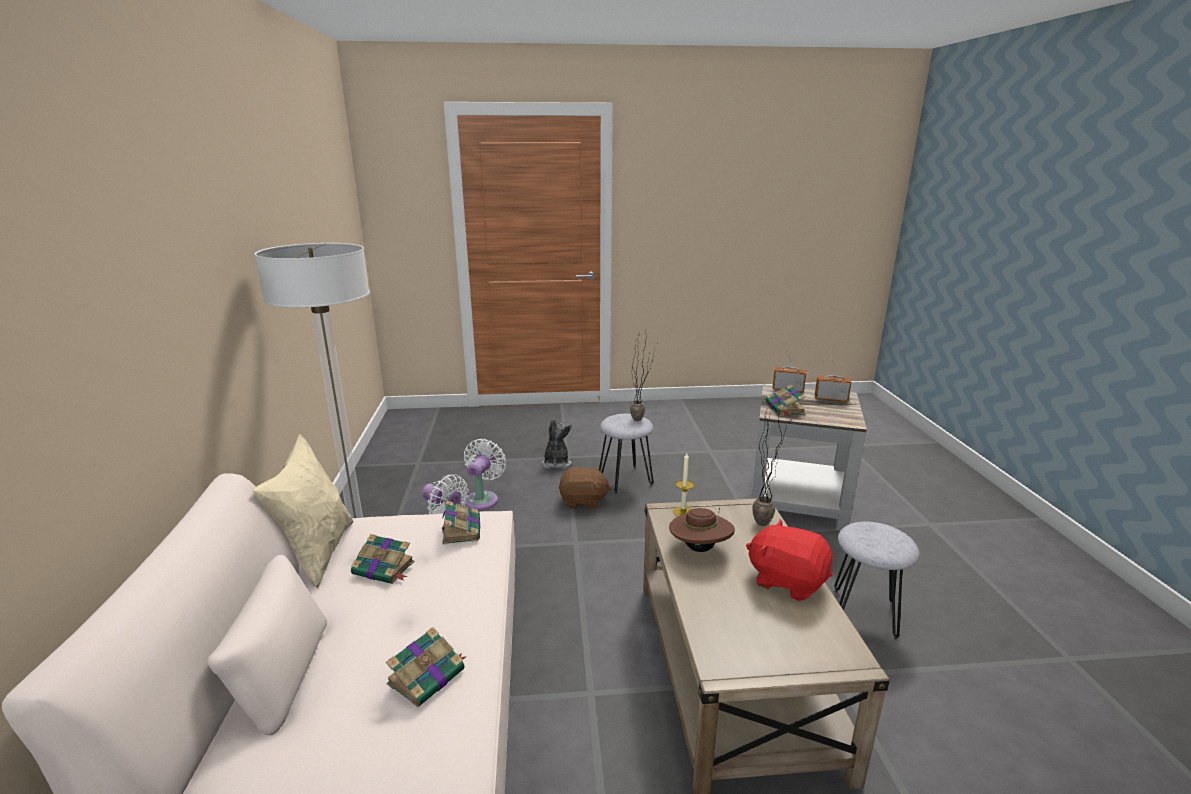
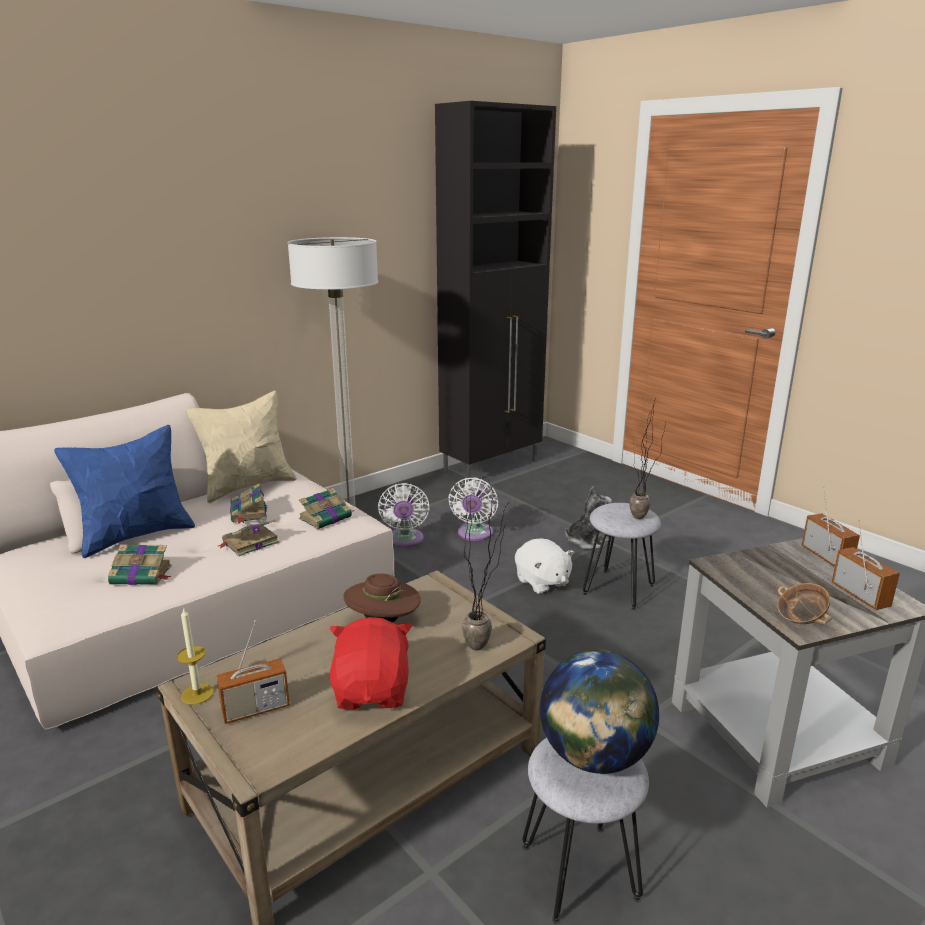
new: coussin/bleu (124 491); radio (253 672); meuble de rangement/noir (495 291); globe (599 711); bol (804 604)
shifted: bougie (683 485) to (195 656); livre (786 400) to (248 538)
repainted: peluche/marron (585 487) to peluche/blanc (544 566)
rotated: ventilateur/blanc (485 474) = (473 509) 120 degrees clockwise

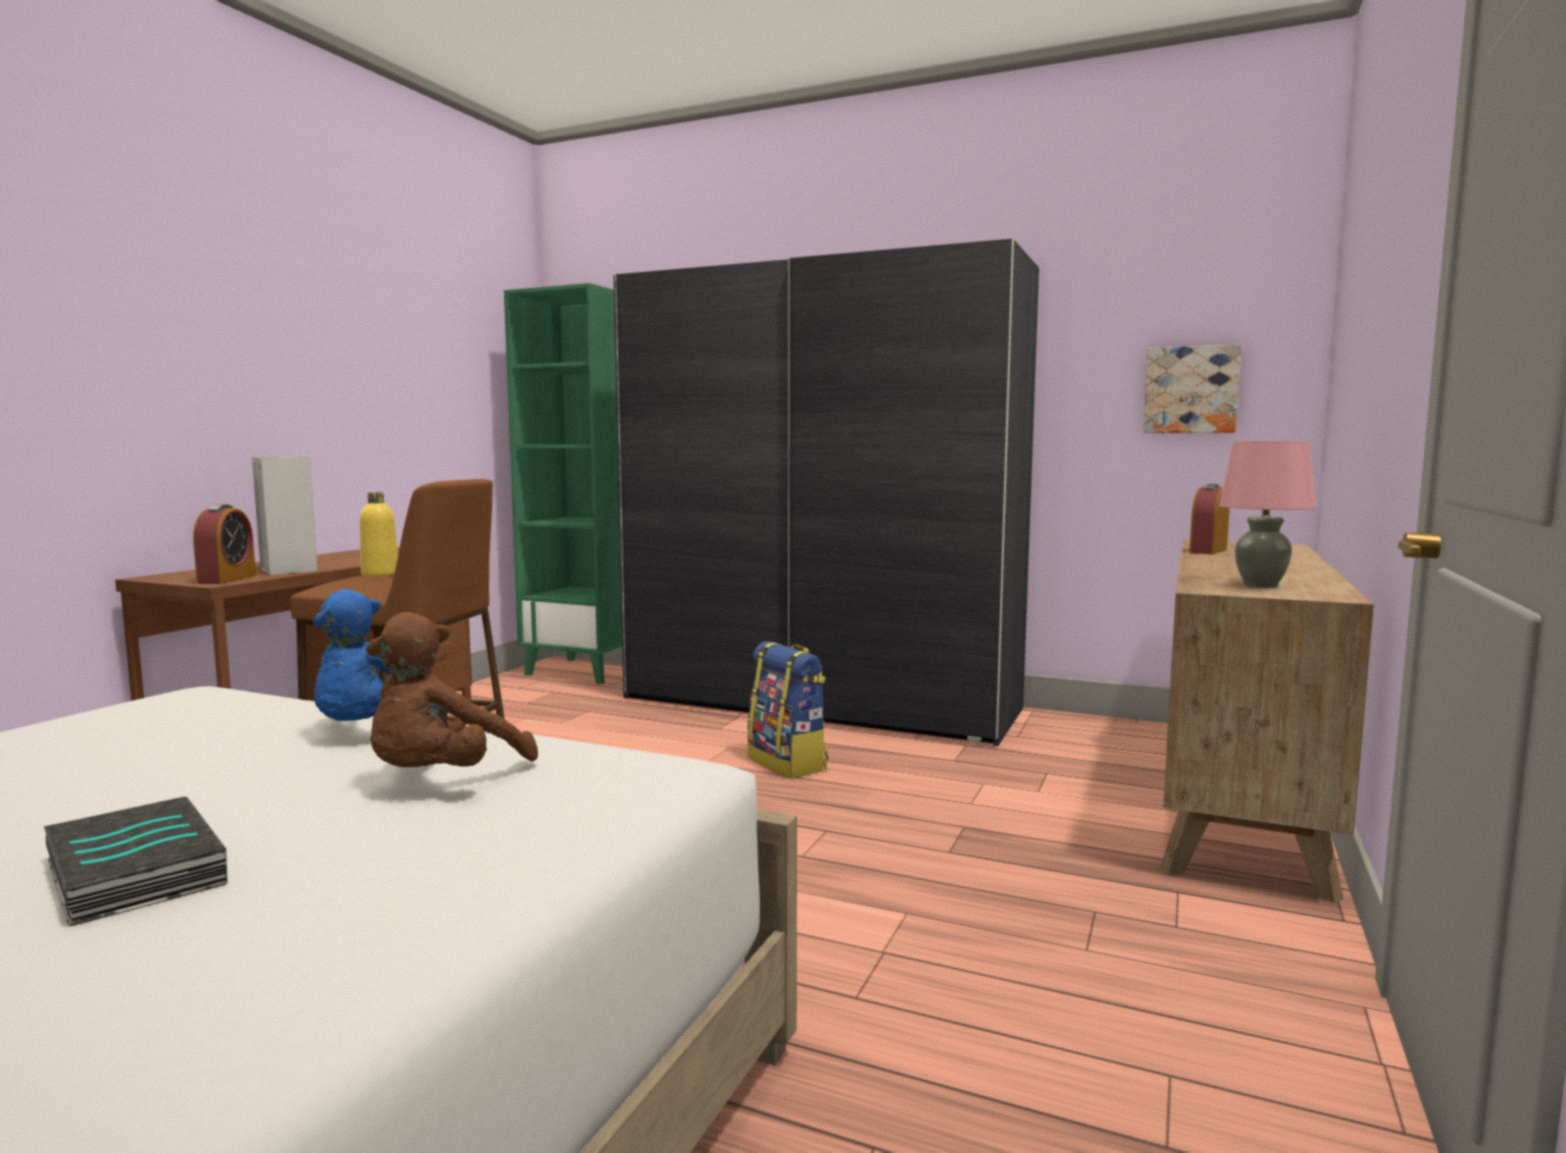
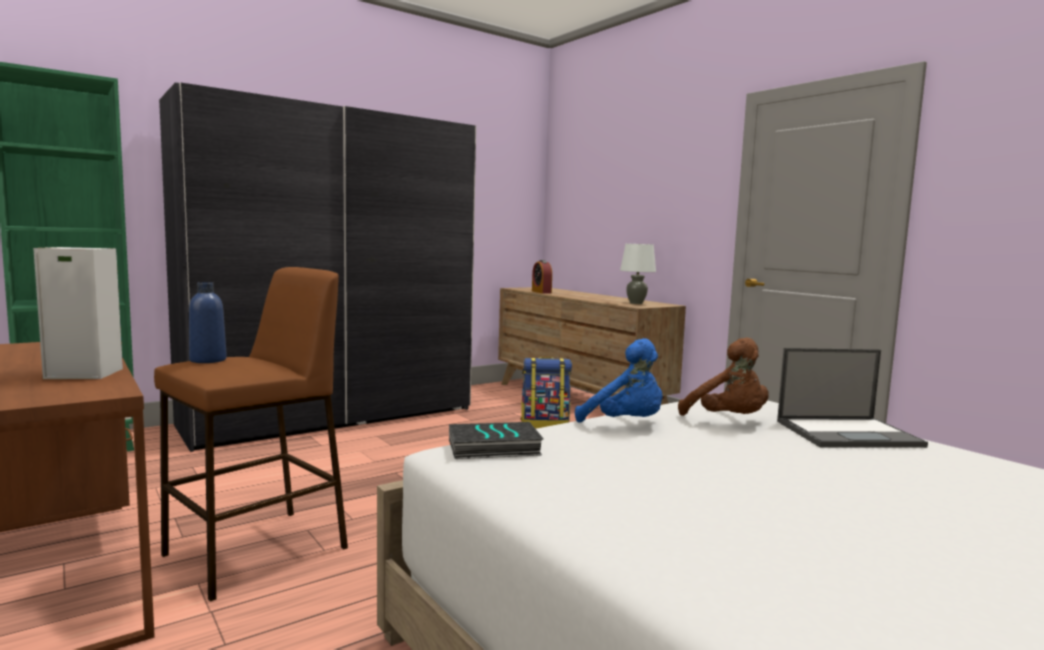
gone: réveil (224 544); tableau (1192 388)
new: ordinateur portable (852 398)
shifted: livre (135 862) to (496 440); sac à dos (787 709) to (546 393)
repainted: bouteille/jaune (379 534) to bouteille/bleu (208 322); lampe de table/rose (1267 514) to lampe de table/blanc (638 274)

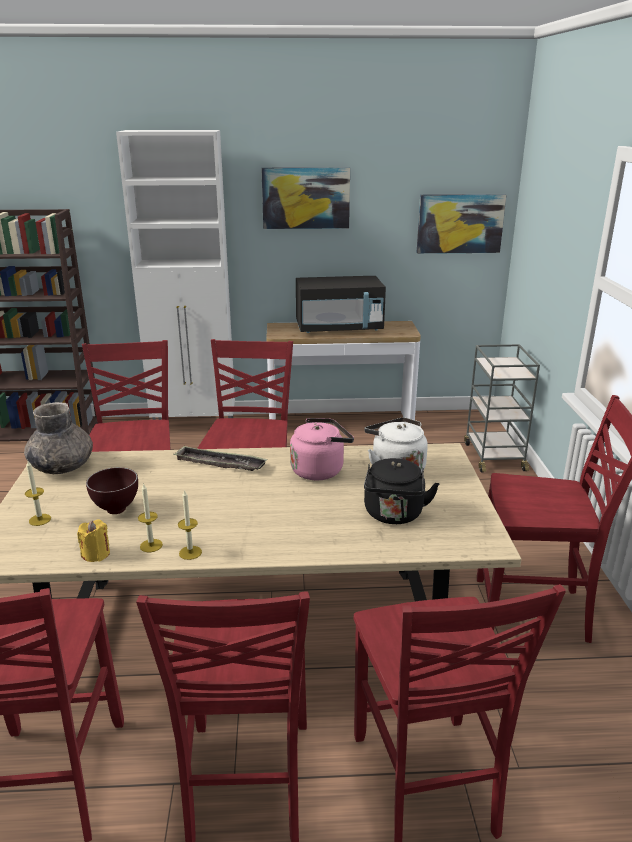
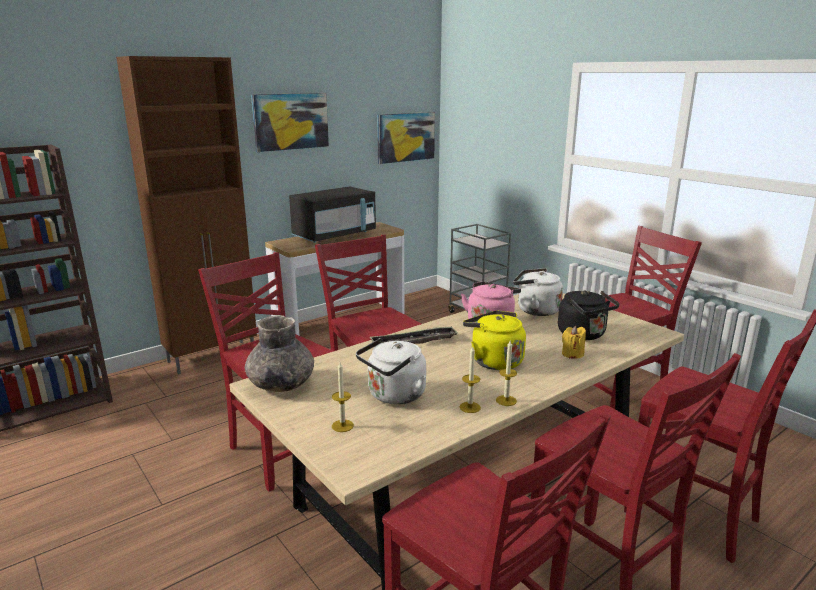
new: bouilloire/jaune (494 340)
shifted: bougie/jaune (93 540) to (574 342)
swapped: bol/marron (112 490) to bouilloire/blanc (391 371)
repainted: meuble de rangement/blanc (175 275) to meuble de rangement/marron (186 215)

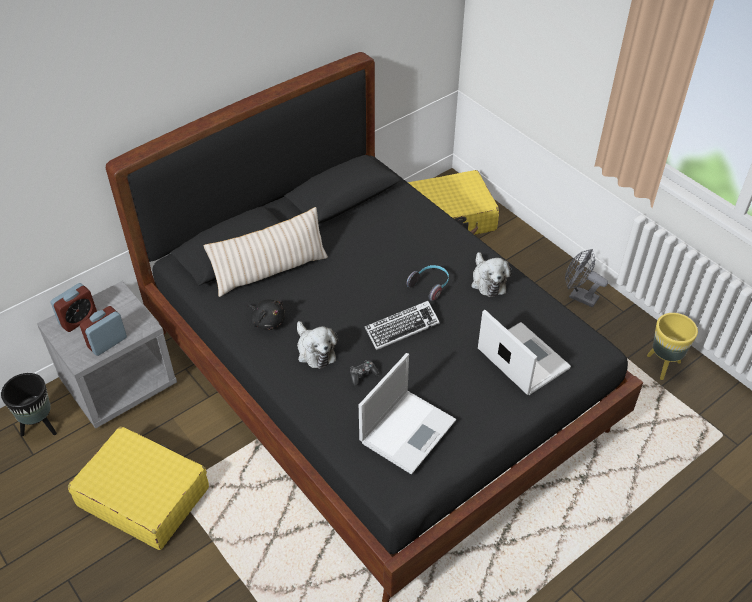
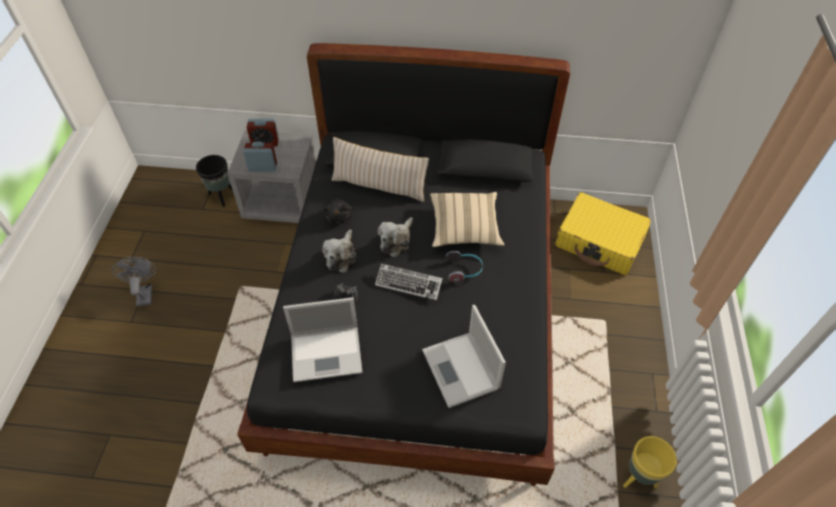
gone: valise/jaune (138 488)
new: coussin/beige (467 219)
shifted: peluche (491 274) to (395 237); ventilateur/gris (586 278) to (134 282)
rotated: ordinateur portable (524 352) = (464 356) 150 degrees clockwise

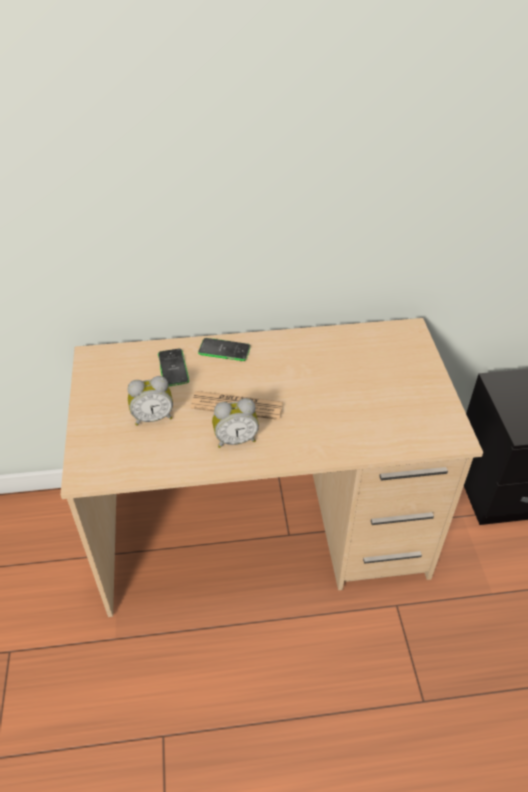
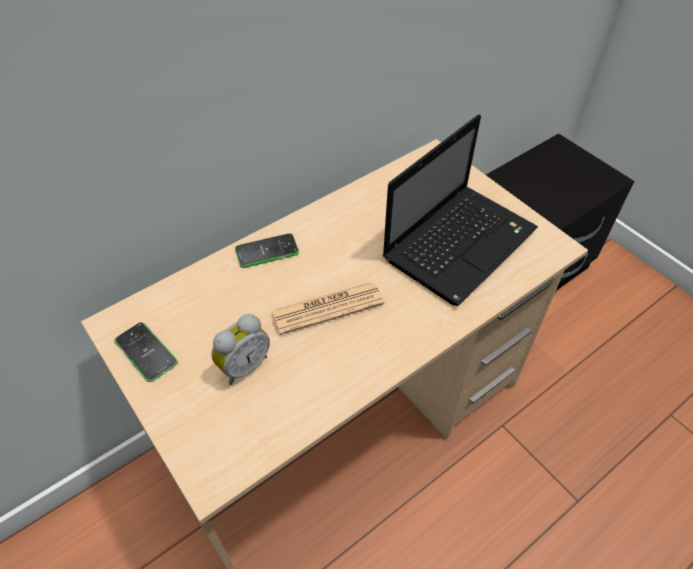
gone: réveil (235 423)
new: ordinateur portable (460 210)
shifted: téléphone (173 368) to (146 352)

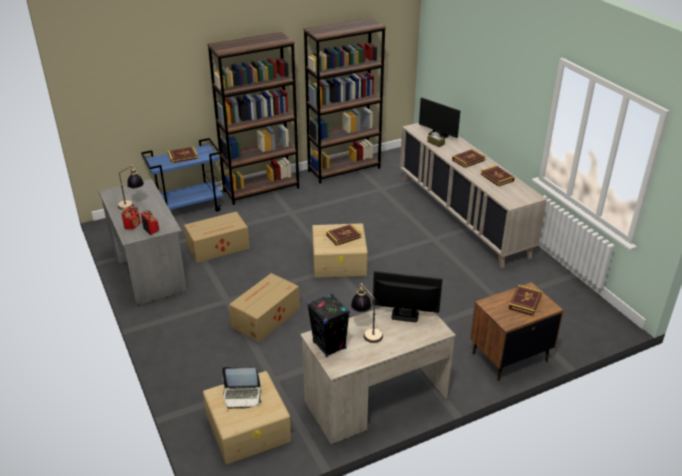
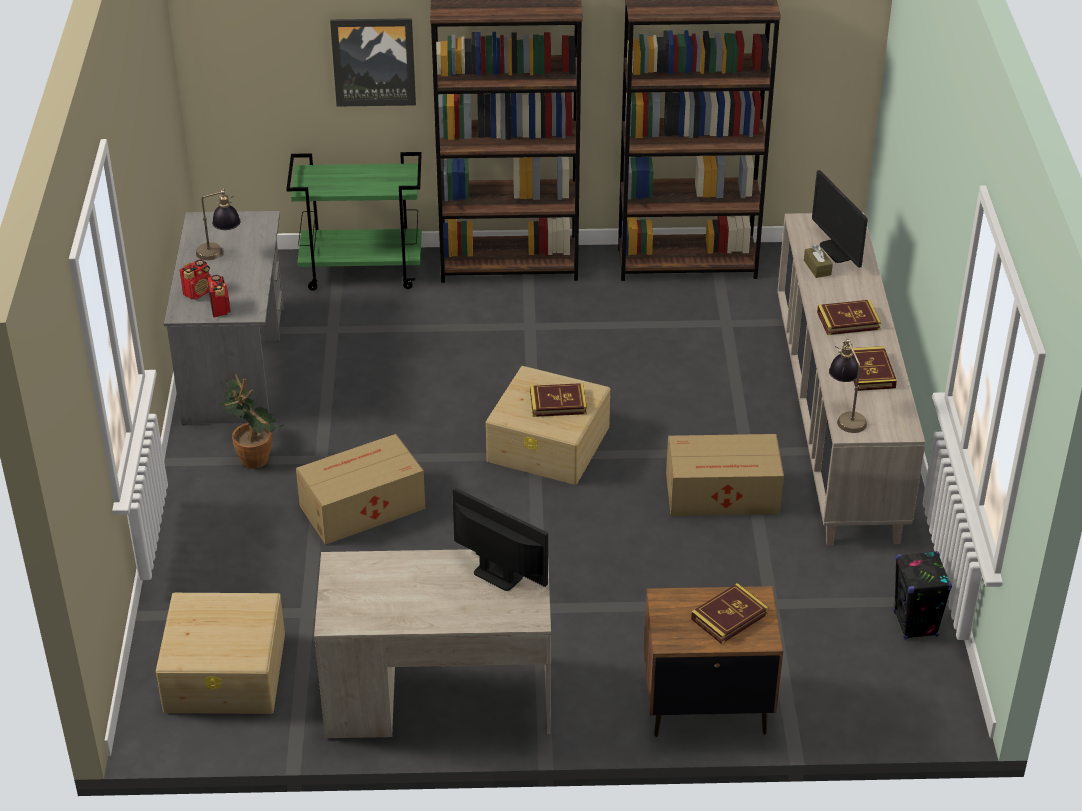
gone: livre (183 155); ordinateur portable (242 388)
new: plante en pot (252 421); tableau (373 62)
shifted: carton (217 237) to (725 475); enceinte/noir (328 325) to (923 595); lampe de table (367 313) to (848 386)
repainted: chariot/bleu (182 175) to chariot/vert (354 221)

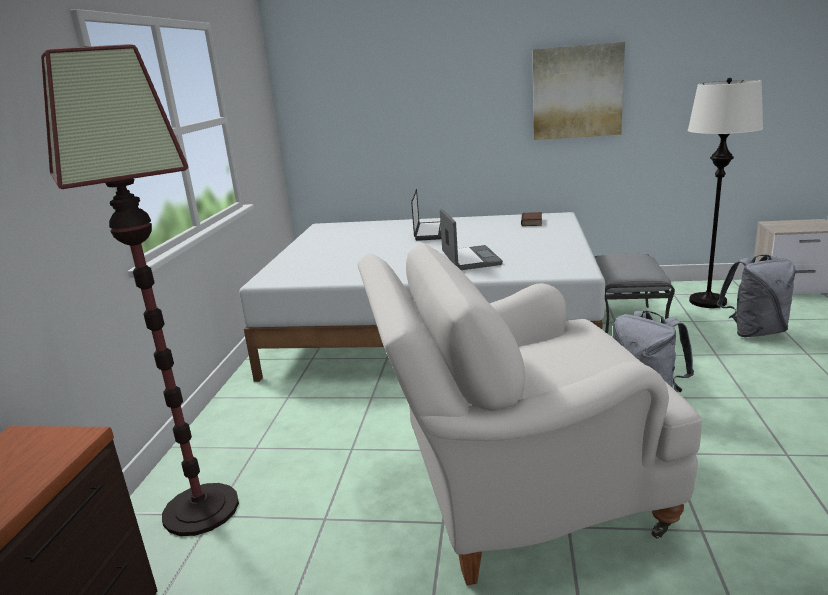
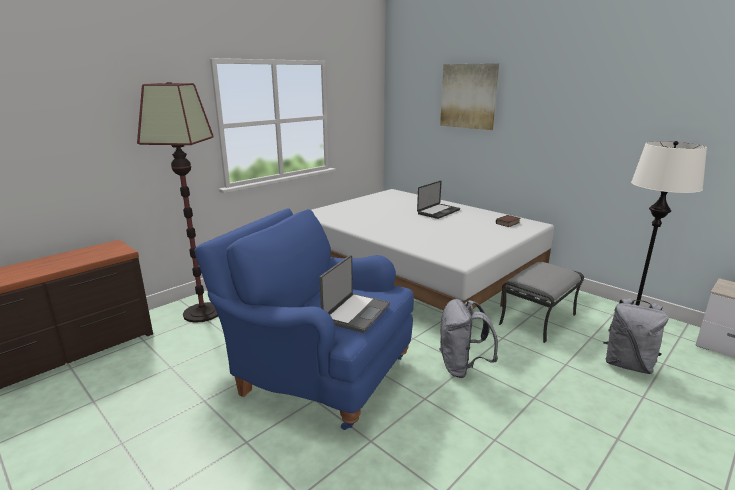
shifted: ordinateur portable (471 239) to (354 294); tableau (579 91) to (469 96)
repainted: fauteuil/blanc (529 414) to fauteuil/bleu (304 319)

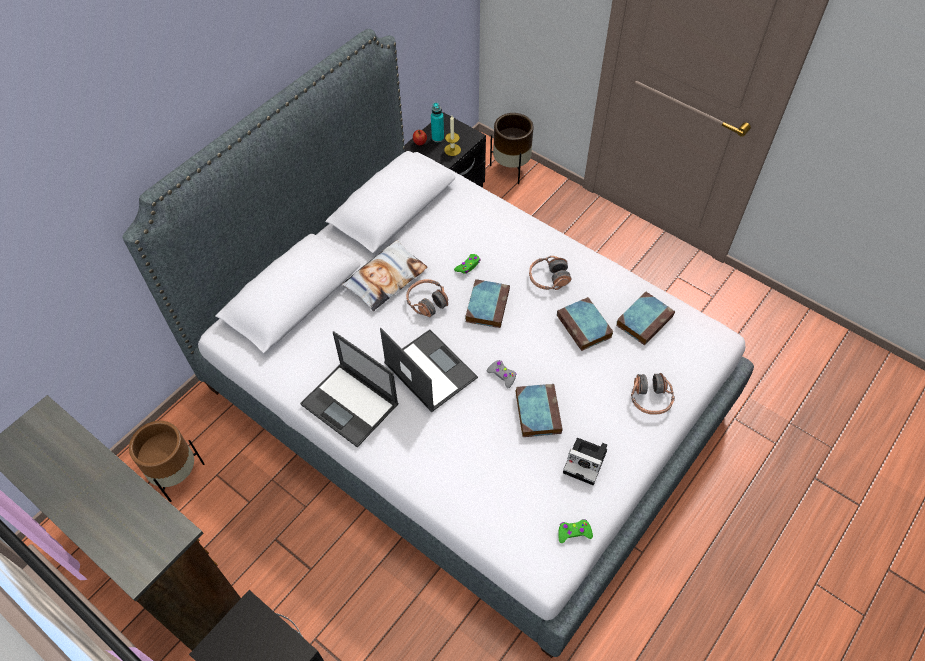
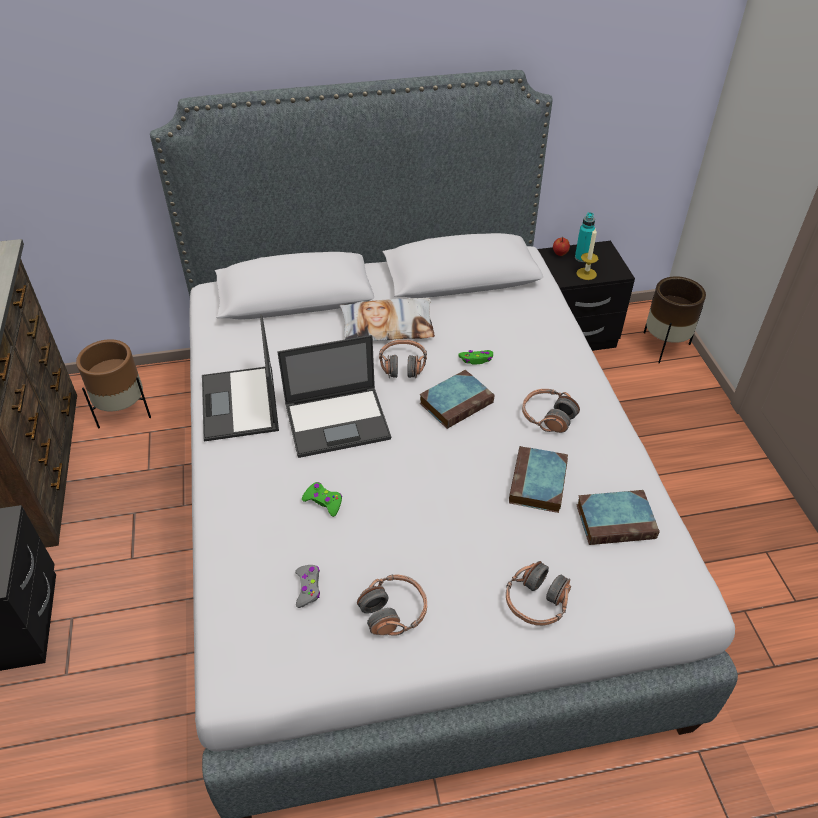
gone: livre (539 410)
shifted: manette/gris (502 374) to (307 586); manette/vert (575 531) to (322 499)
swapped: appareil photo (585 461) to casque audio (392 605)
rotated: ordinateur portable (429 370) = (334 396) 75 degrees clockwise

